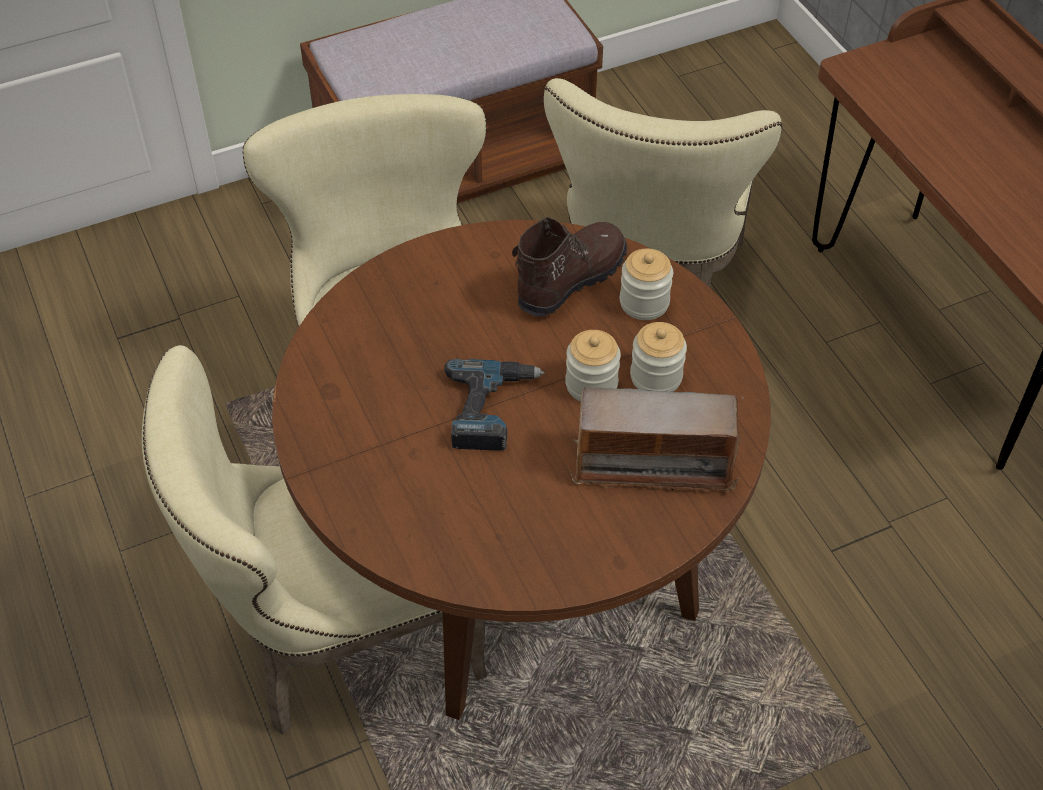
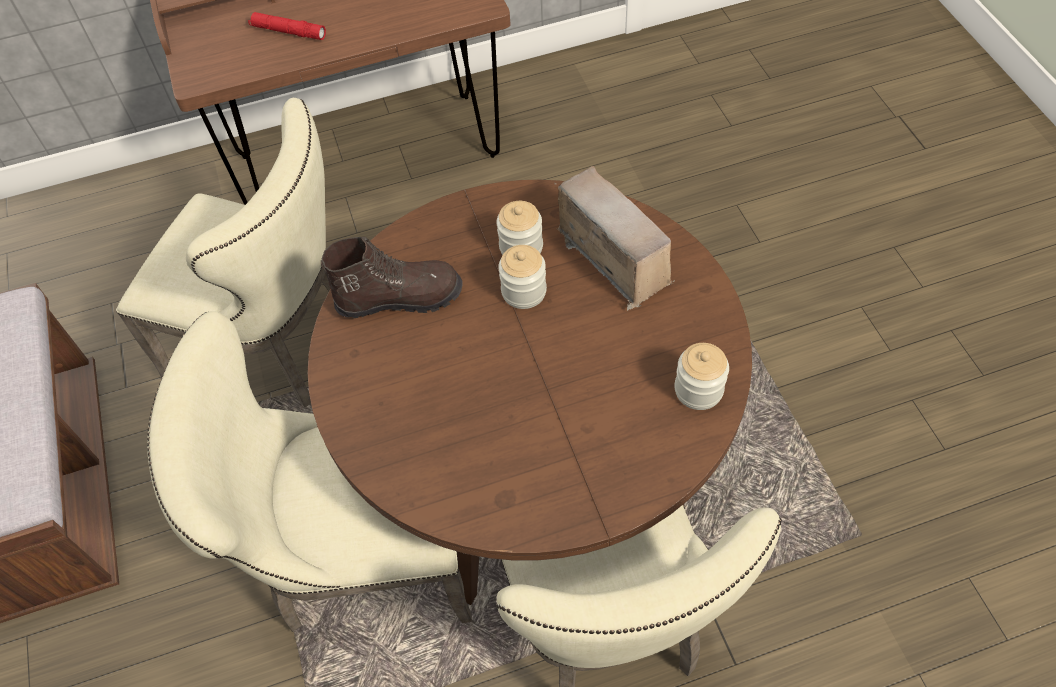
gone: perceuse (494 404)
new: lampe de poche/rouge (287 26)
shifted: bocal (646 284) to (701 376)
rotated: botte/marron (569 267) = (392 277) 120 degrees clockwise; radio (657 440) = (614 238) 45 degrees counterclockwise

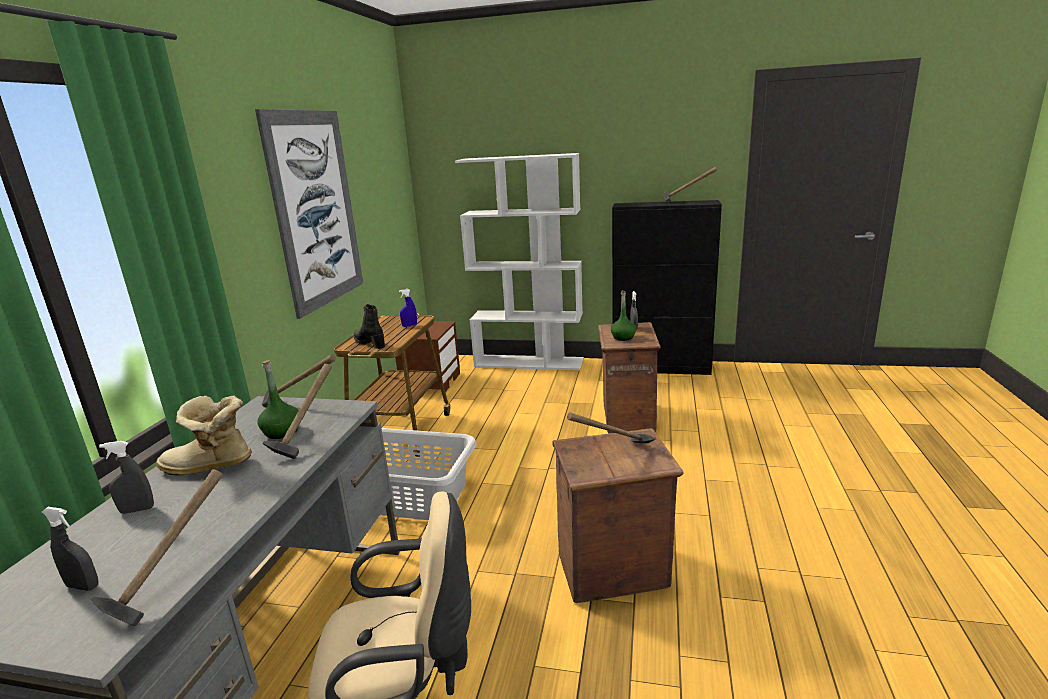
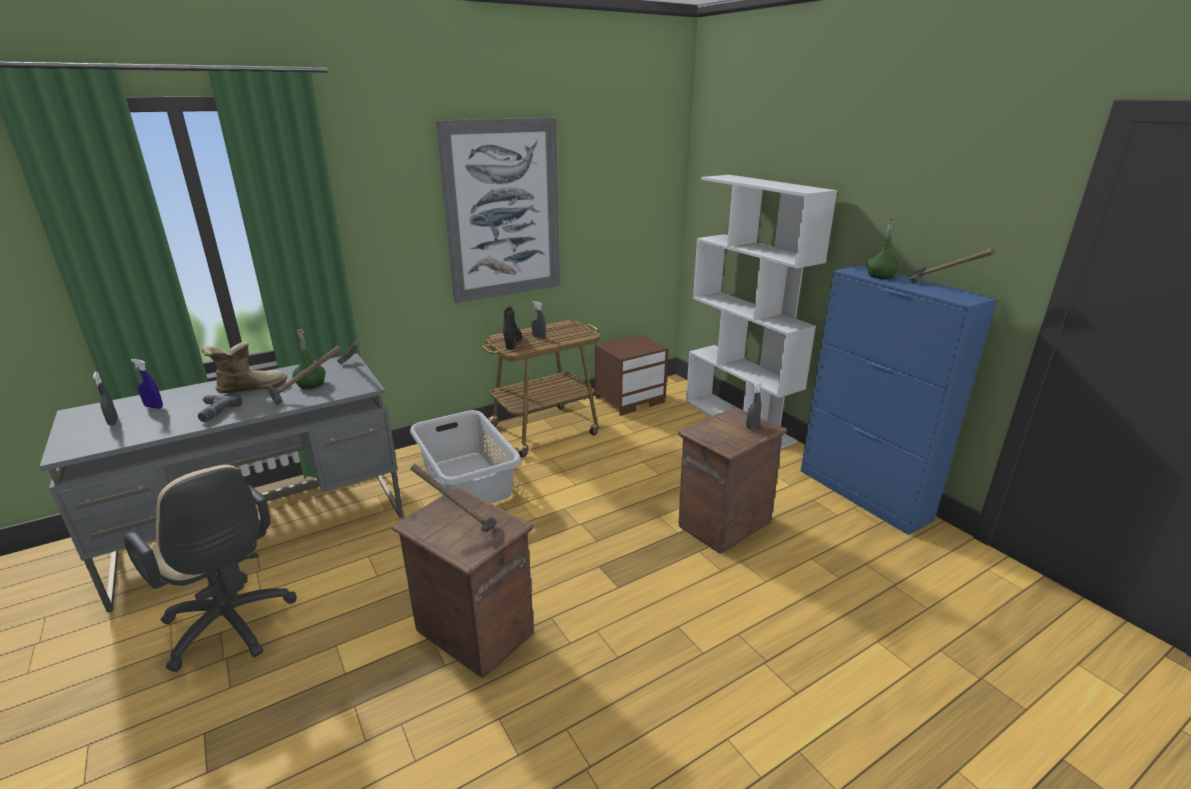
gone: marteau (156 547)
new: perceuse (220 408)
shifted: vaporisateur/gris (126 477) to (539 320); vaporisateur/bleu (408 308) to (147 384); bouteille/vert (623 316) to (883 248)
repainted: meuble de rangement/noir (667 287) to meuble de rangement/bleu (899 400)
rotated: botte (204 436) = (244 367) 105 degrees clockwise

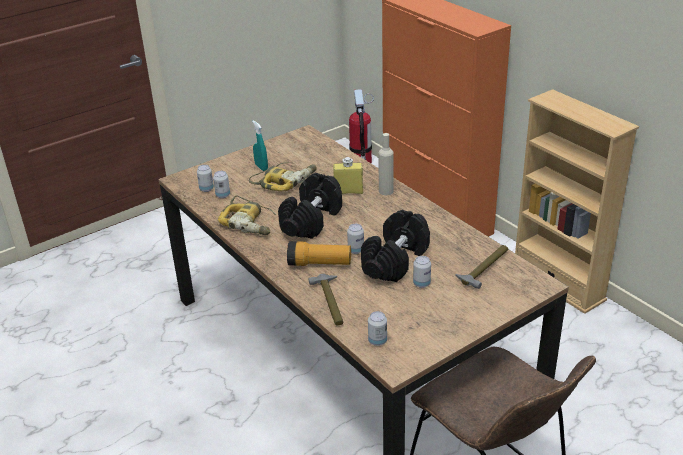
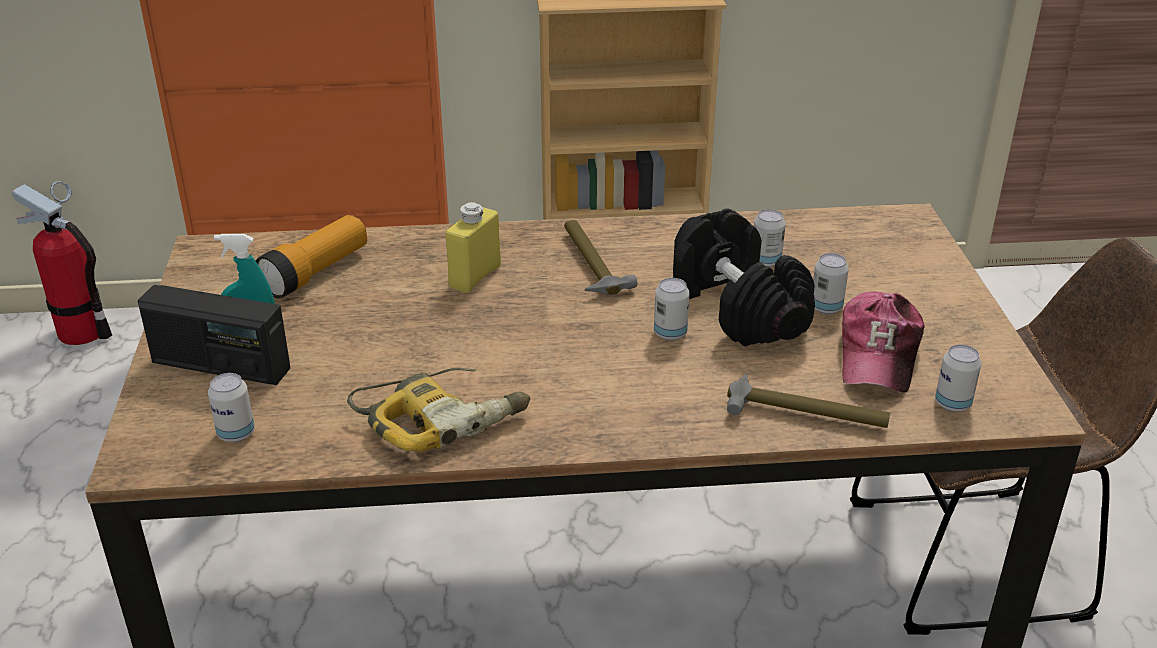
gone: perceuse (283 176); haltère/noir (310 206); bouteille/beige (386 164)
new: radio (214 335); casquette (883 342)
shifted: boîte métallique (221 184) to (770 238); lampe de poche (319 253) to (311 256); marteau (481 267) to (600 257)

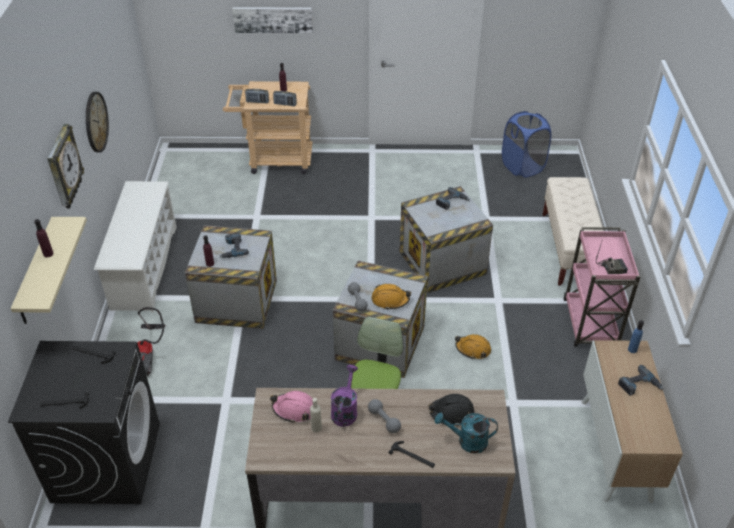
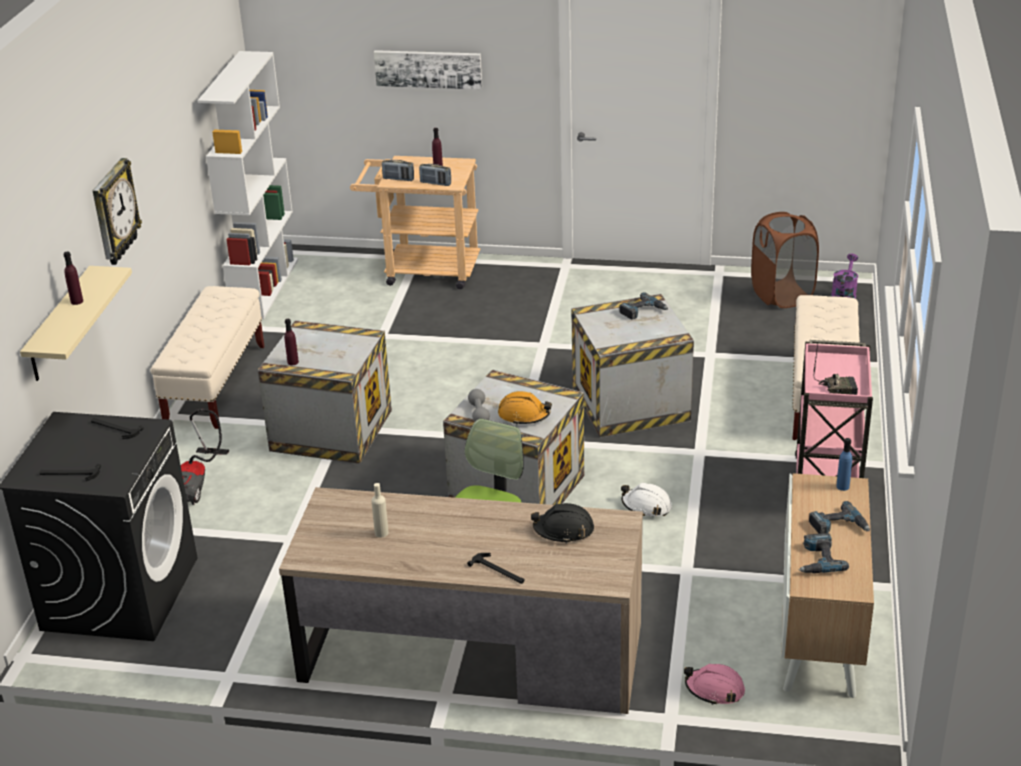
gone: horloge murale (97 122); haltère/gris (384 416); arrosoir/turquoise (466 432)
new: bibliothèque/blanc (248 185)
shifted: perceuse (234 245) to (823 553); casque de chantier/rose (291 407) to (714 684); arrosoir/violet (344 396) to (844 276)
swapped: étagère à chaussures/blanc (135 246) to banc/beige (207 357)
repainted: casque de chantier/orange (473 346) to casque de chantier/blanc (646 499); panier à linge/bleu (526 144) to panier à linge/marron (785 260)

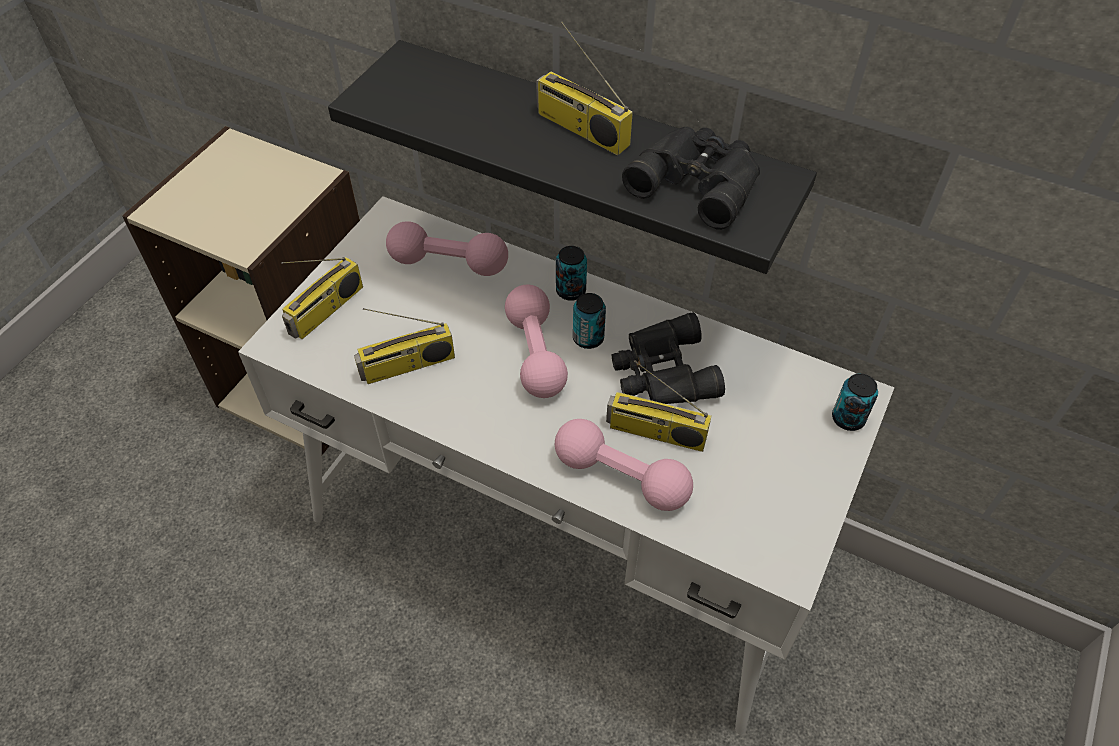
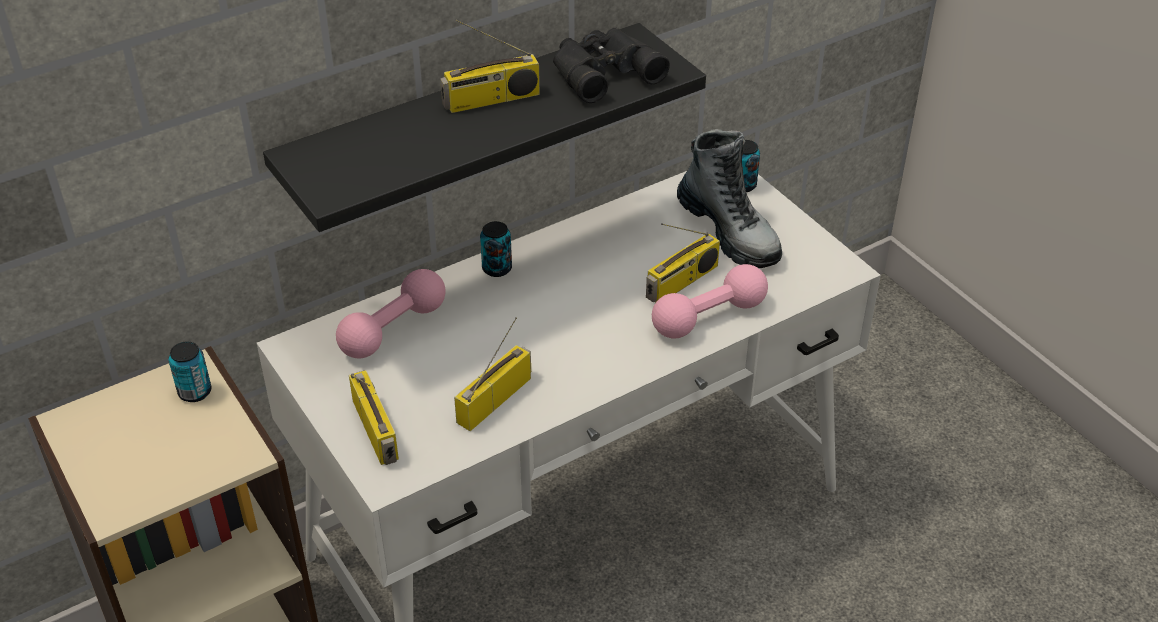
gone: haltère/rose (536 341); jumelles/noir (668 358)
new: botte (729 198)
shifted: boîte métallique (589 321) to (190 371)
rotated: radio (404 346) = (492 374) 150 degrees counterclockwise

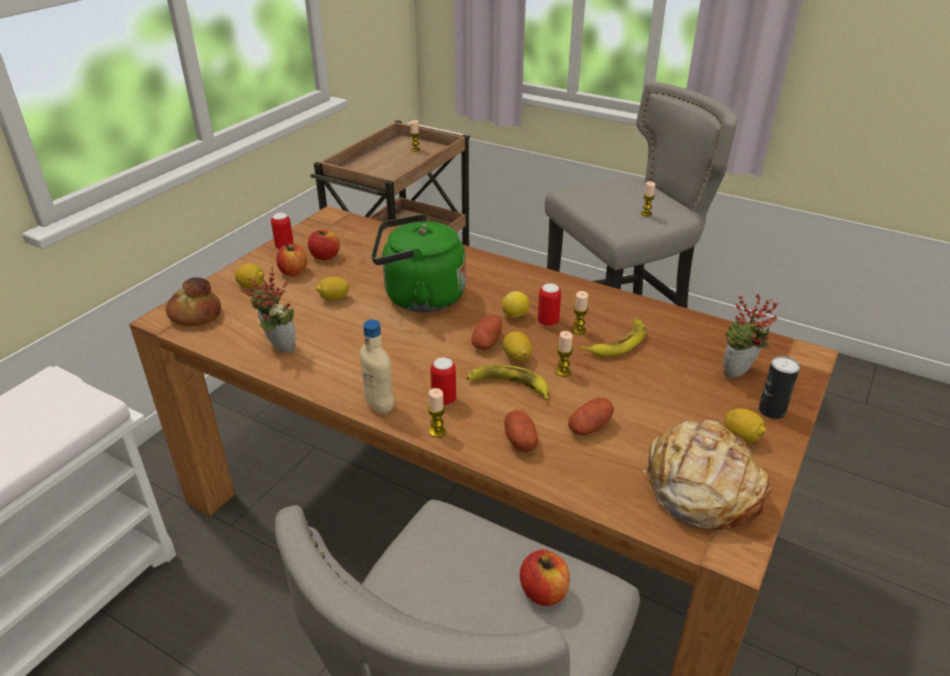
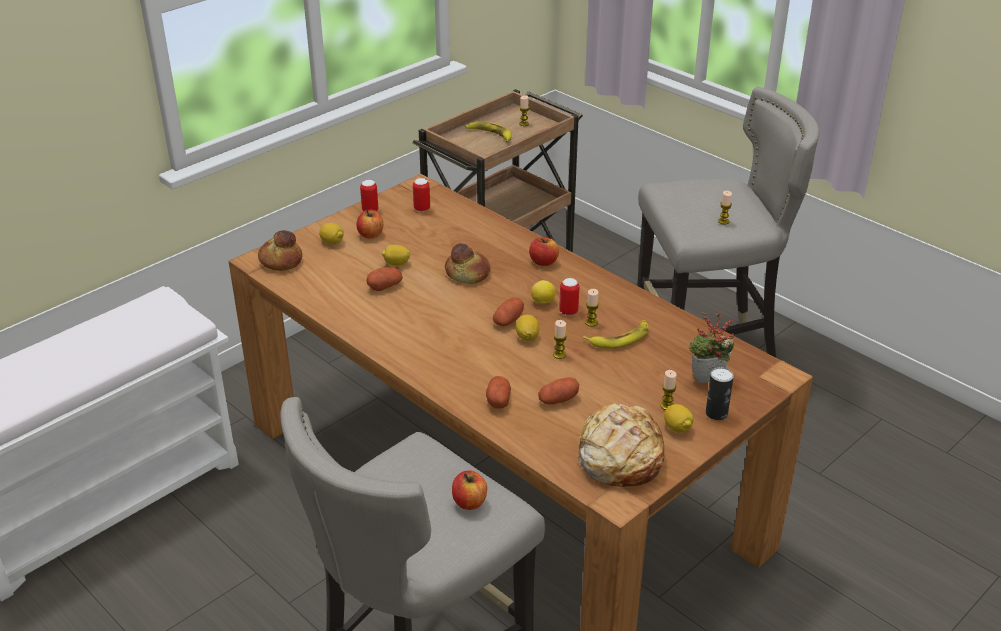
gone: plante en pot (269 309); bouteille/beige (377 366)
new: pomme de terre (384 279)
shifted: pomme (324 245) to (544 251); bougie (436 413) to (668 390); boîte métallique (443 382) to (421 195); banane (508 382) to (488 132)
swapped: bouilloire/vert (419 263) to pain (468 264)

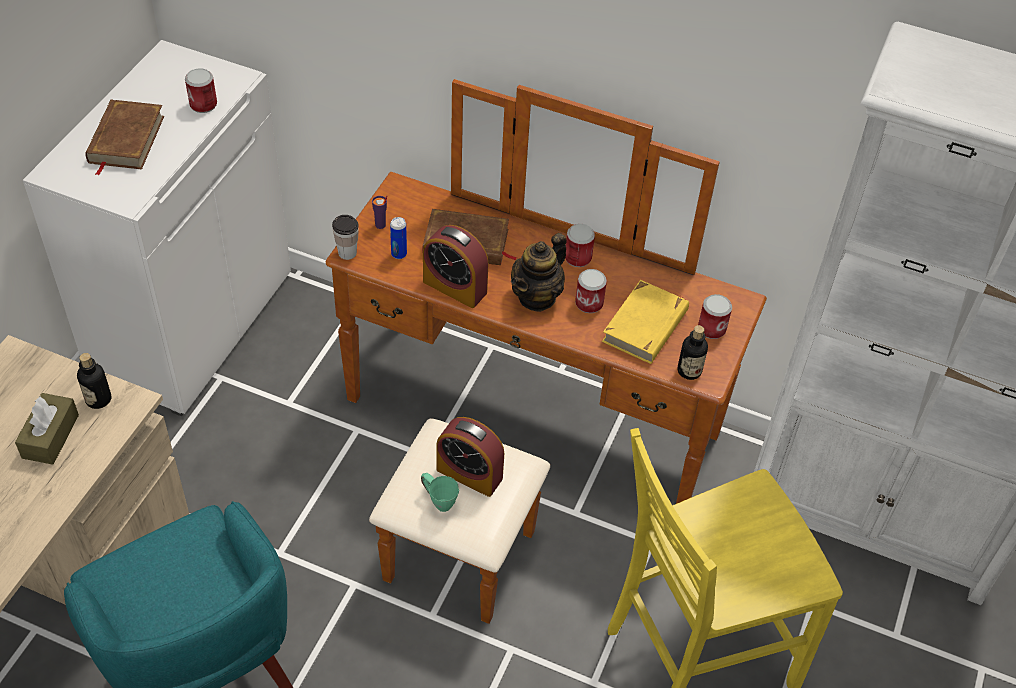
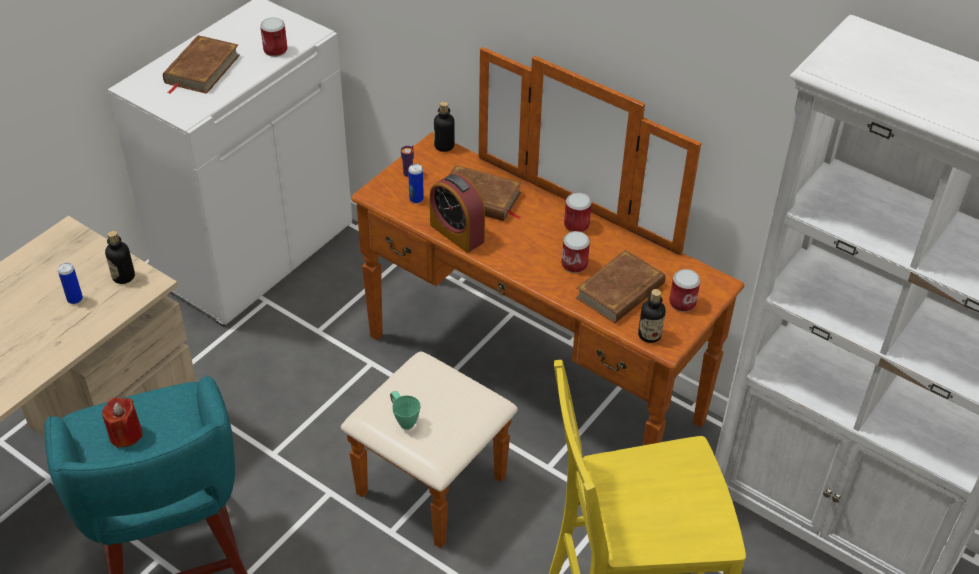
gone: tasse (345 237); réveil (470 457); théière (539 272)
new: bougie/rouge (122 423); bouteille (444 126)
swapped: boîte à mouchoirs/marron (47 429) to boîte métallique (70 283)
repainted: livre/jaune (645 322) to livre/marron (620 286)

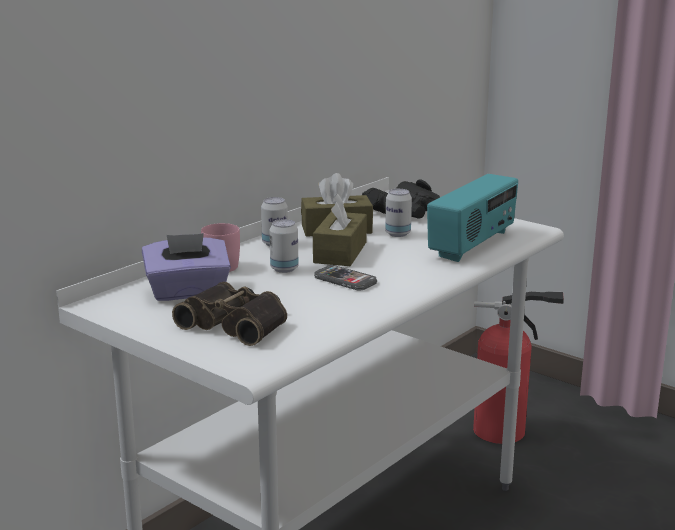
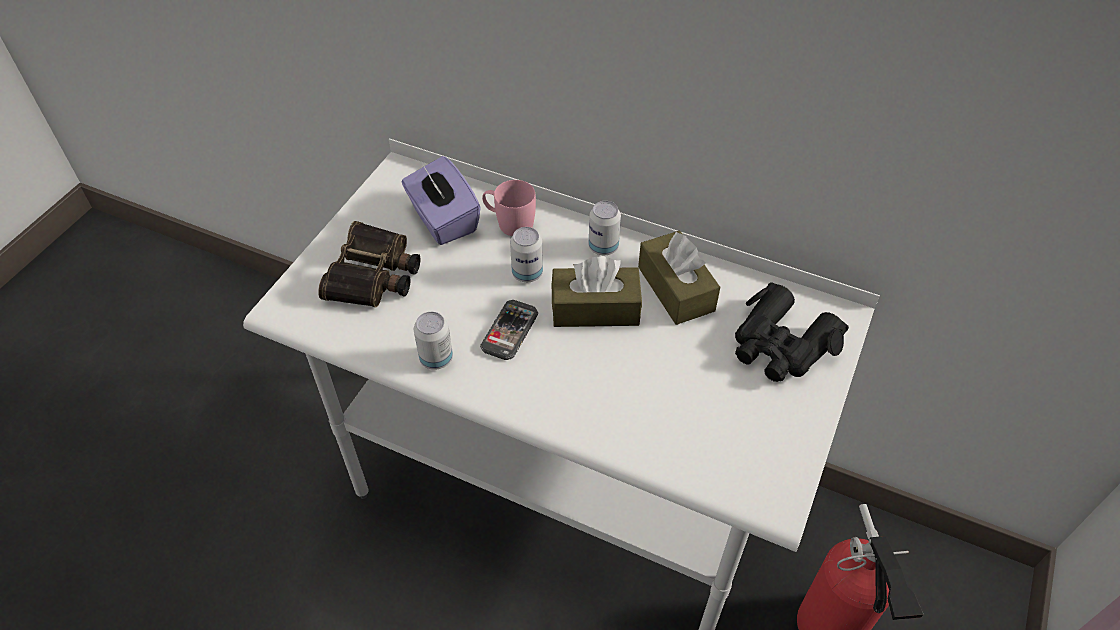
gone: radio (472 218)
shifted: boîte métallique (398 213) to (433 341)

